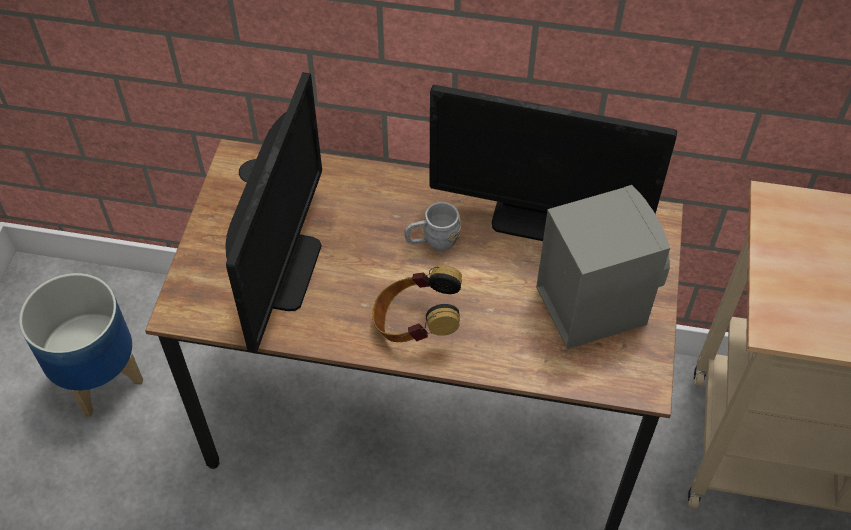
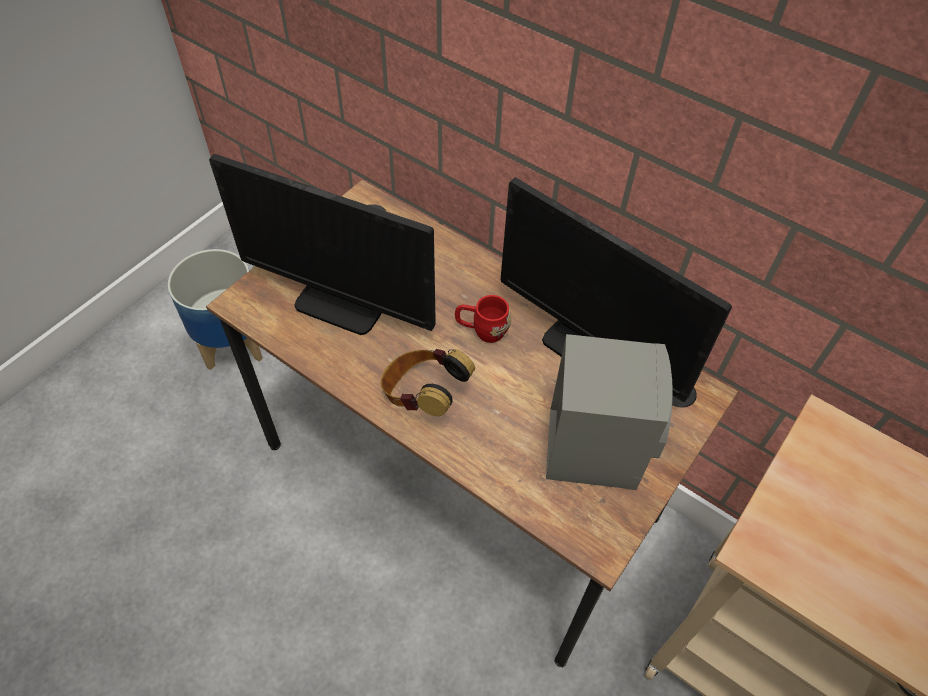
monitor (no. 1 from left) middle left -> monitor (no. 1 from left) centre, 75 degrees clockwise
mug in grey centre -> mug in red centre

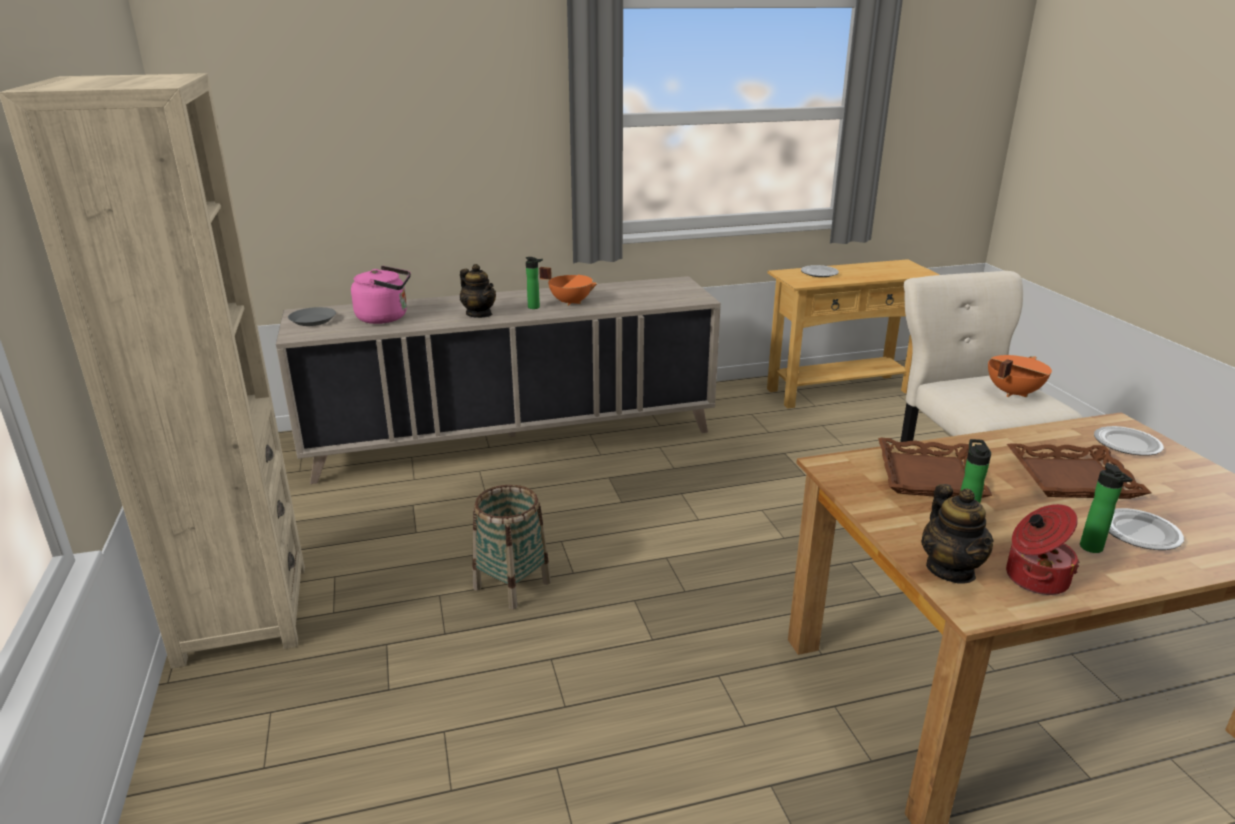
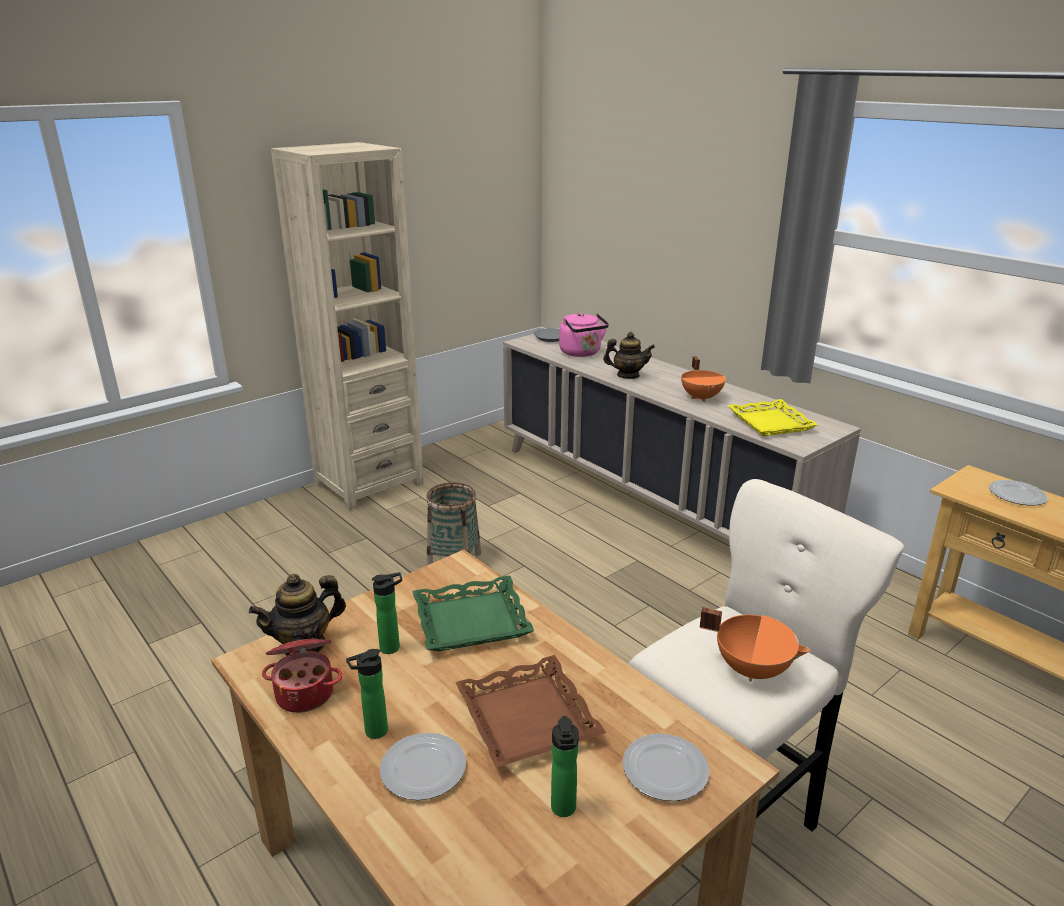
bottle (no. 1 from left in the first image) centre -> bottle (no. 3 from left) bottom centre, relocated
teapot (no. 1 from left in the first image) centre -> teapot (no. 2 from left) centre, 105 degrees counterclockwise
tray in brown (no. 1 from left) middle right -> tray in green bottom centre
none -> tray in yellow middle right

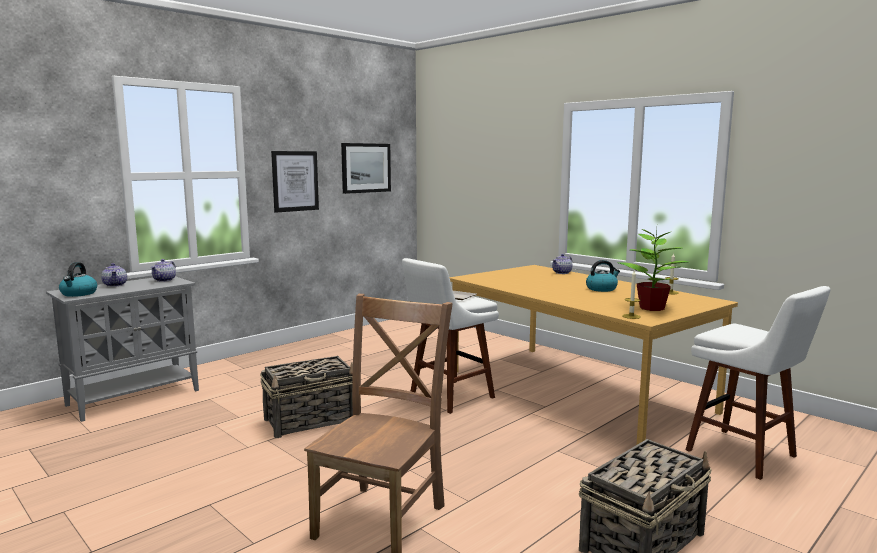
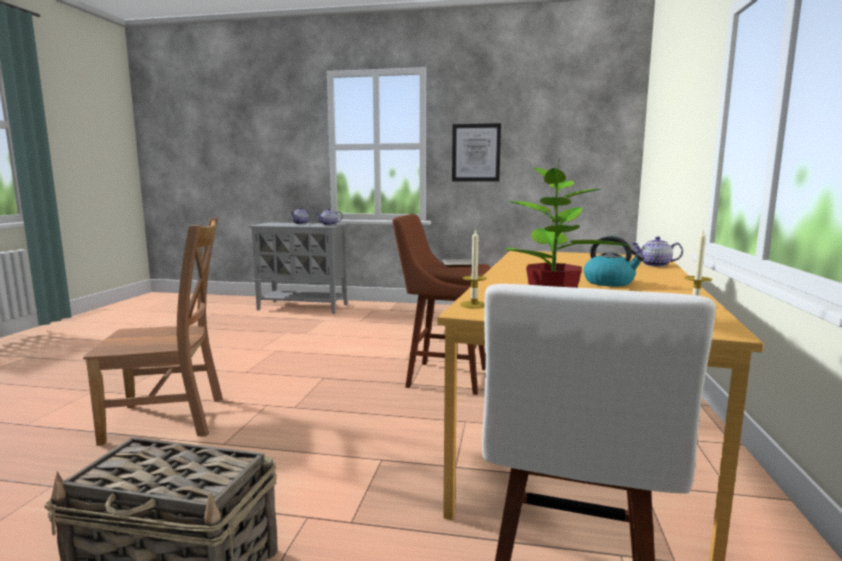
picture (no. 2 from left) top centre -> none
stool in white (no. 1 from left) centre -> stool in brown centre
kettle (no. 1 from left) middle left -> none
basket (no. 1 from left) bottom centre -> none

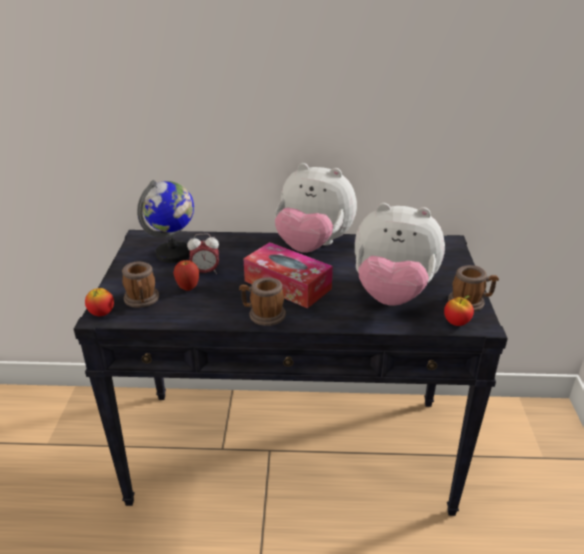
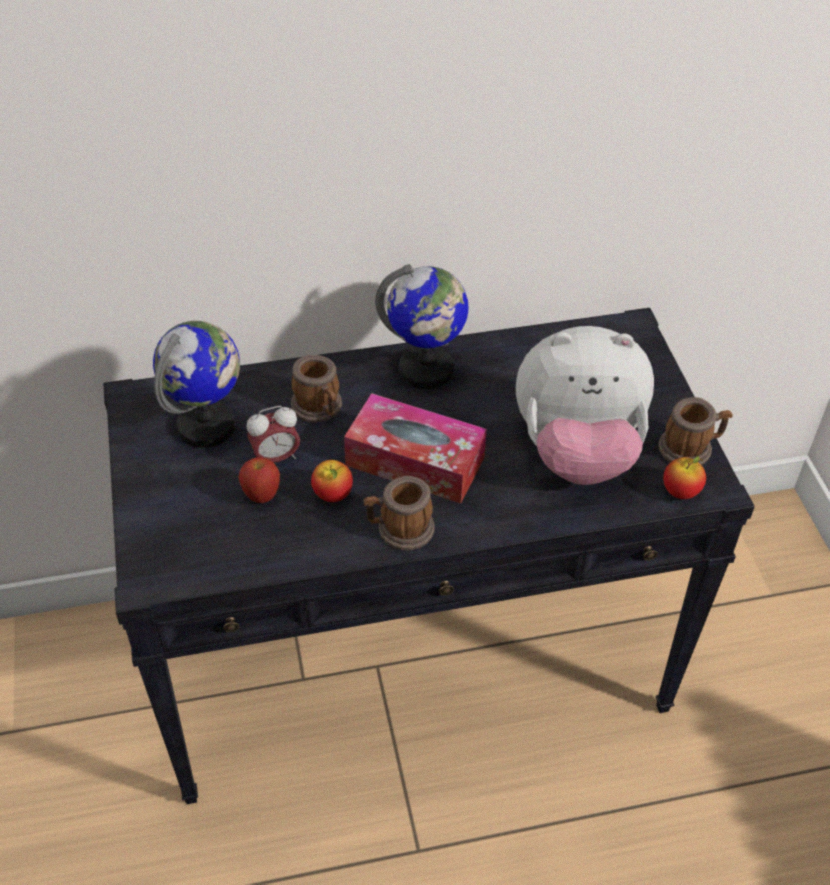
plush toy (no. 1 from left) centre -> globe (no. 2 from left) centre
mug (no. 1 from left) middle left -> mug (no. 1 from left) centre, relocated
apple (no. 1 from left in the first image) middle left -> apple (no. 2 from left) centre, relocated

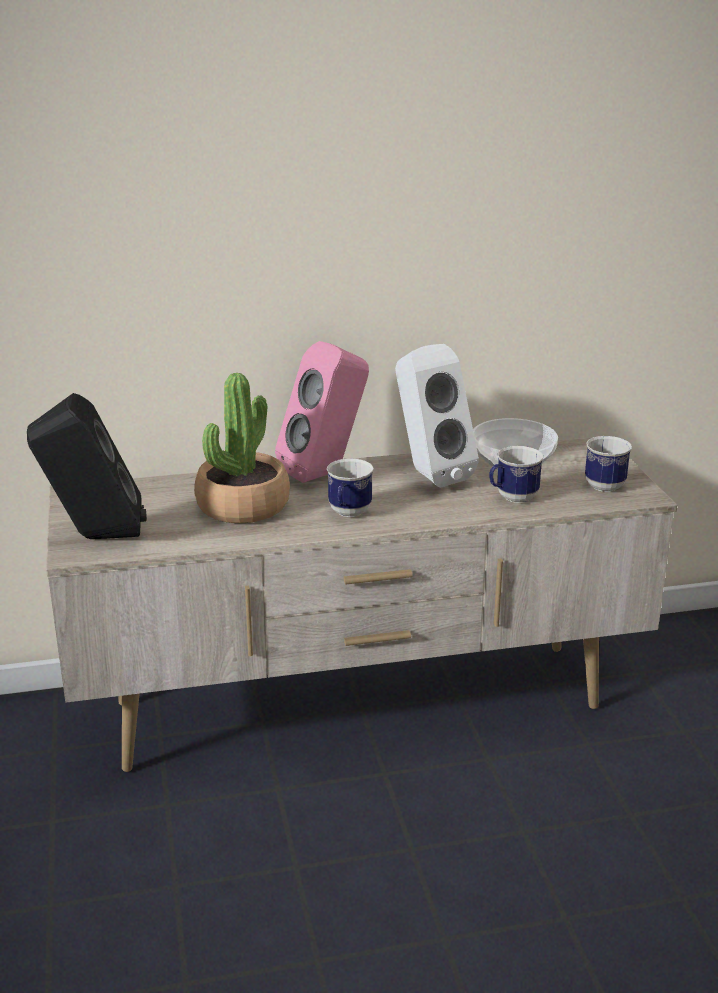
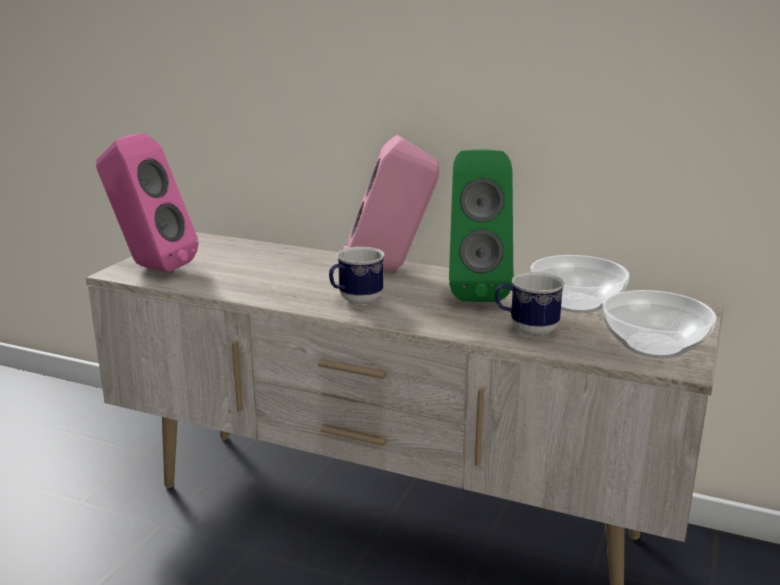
speaker in white centre -> speaker in green centre
potted plant centre -> none
speaker in black middle left -> speaker in pink (no. 1 from left) middle left
mug (no. 3 from left) middle right -> bowl (no. 2 from left) middle right

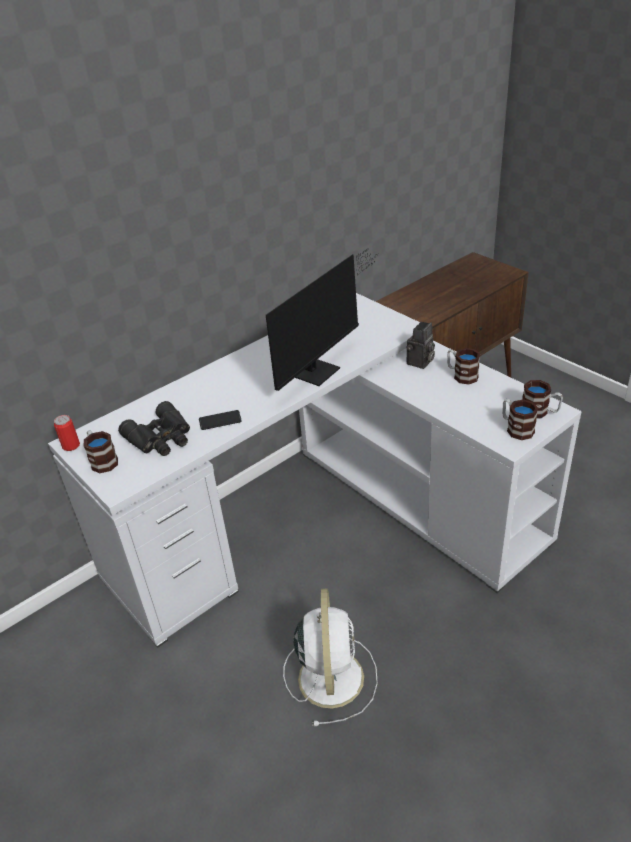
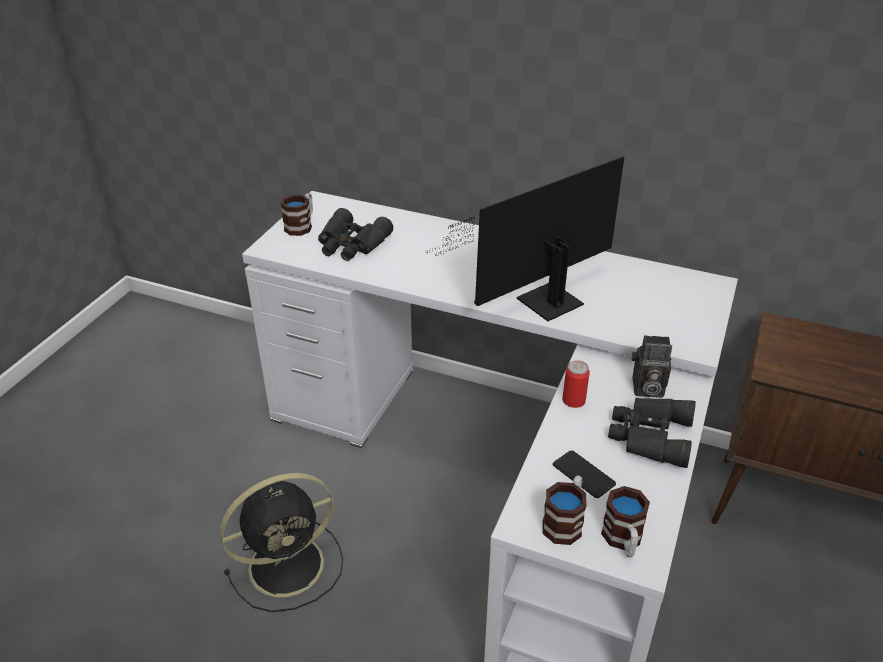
monitor centre, 135 degrees clockwise
mug (no. 2 from left) middle right -> binoculars in black (no. 2 from left) middle right
phone centre -> phone bottom centre, relocated
can middle left -> can centre, relocated
fan in white bottom centre -> fan in black bottom left

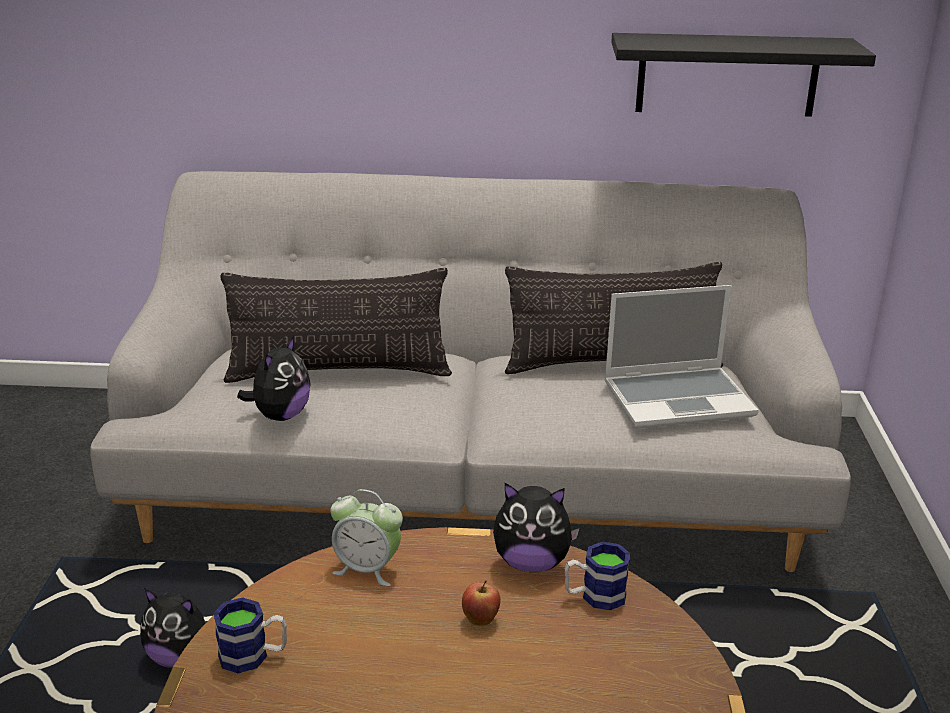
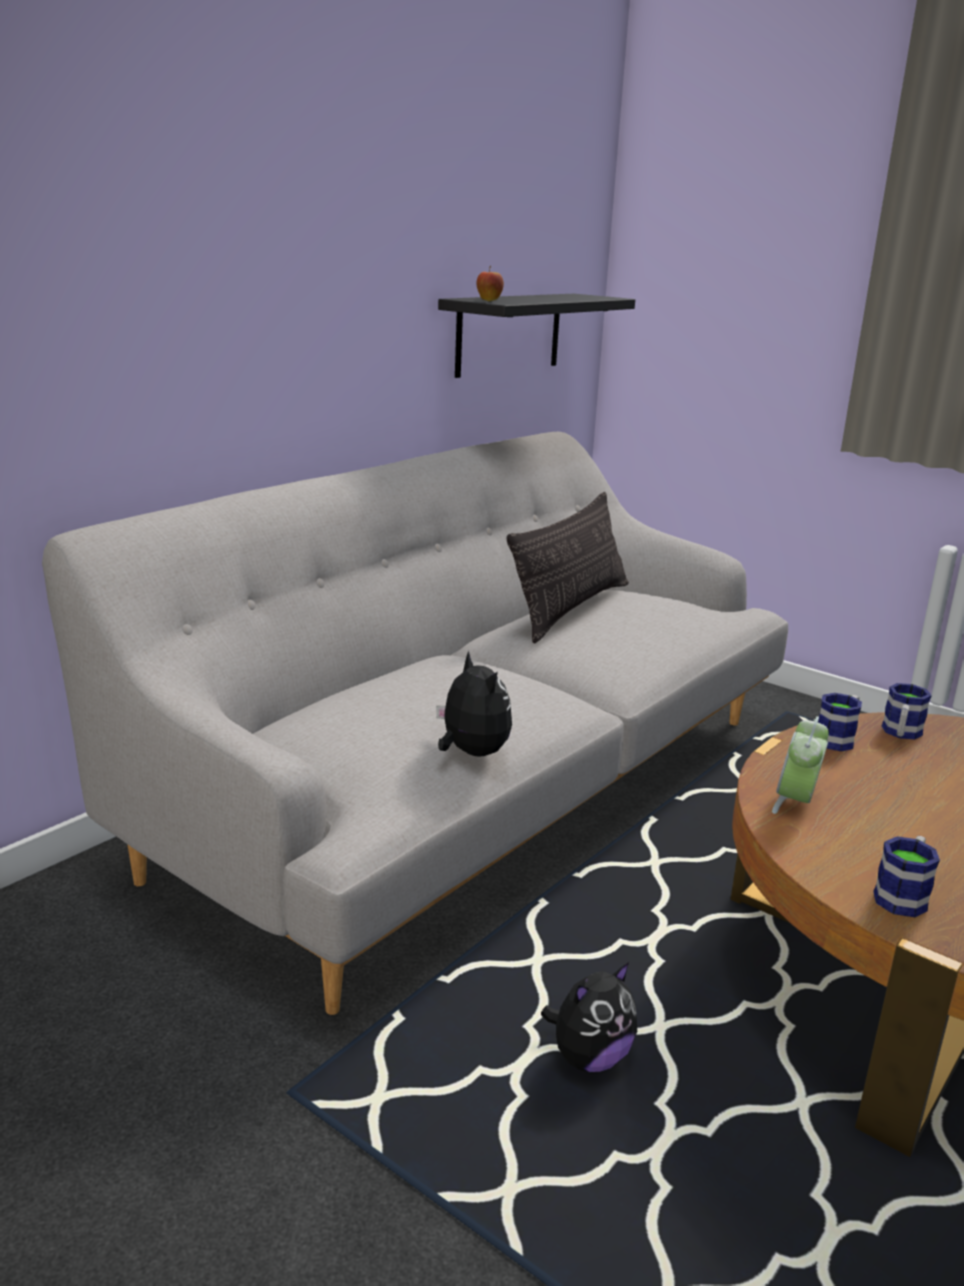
pillow (no. 1 from left) centre -> none
laptop middle right -> none
plush toy (no. 3 from left) bottom centre -> mug (no. 1 from left) middle right
alarm clock bottom centre -> alarm clock middle right, 150 degrees clockwise
apple bottom centre -> apple top centre, relocated

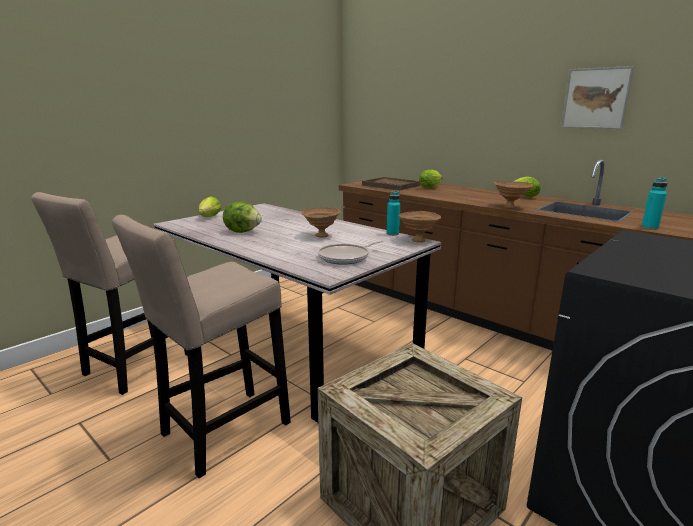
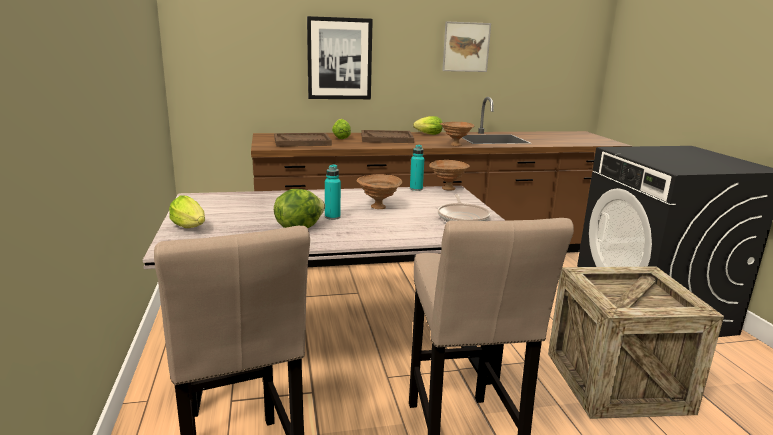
bottle in turquoise (no. 2 from left in the first image) middle right -> bottle in turquoise (no. 1 from left) centre, relocated
none -> picture (no. 1 from left) top centre
none -> tray in brown (no. 2 from left) top centre

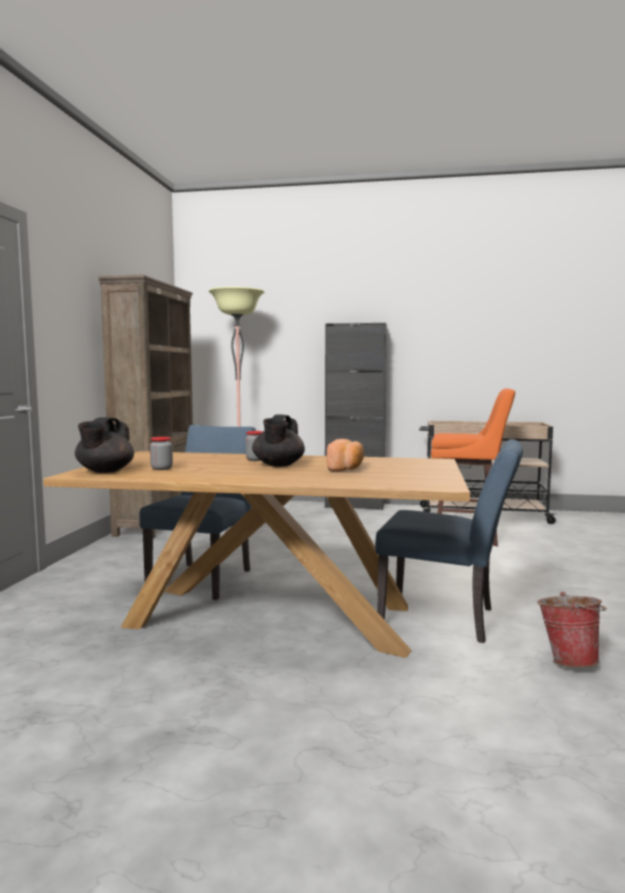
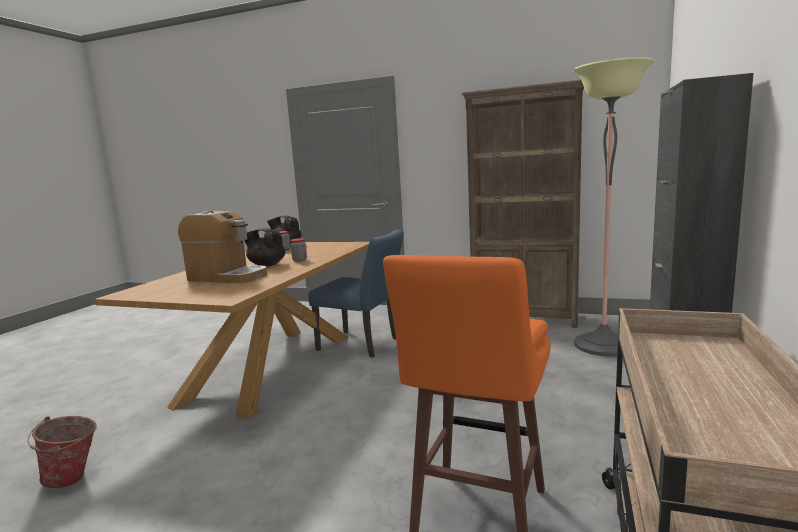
bread centre -> coffee machine middle left
chair in blue (no. 2 from left) middle right -> none

